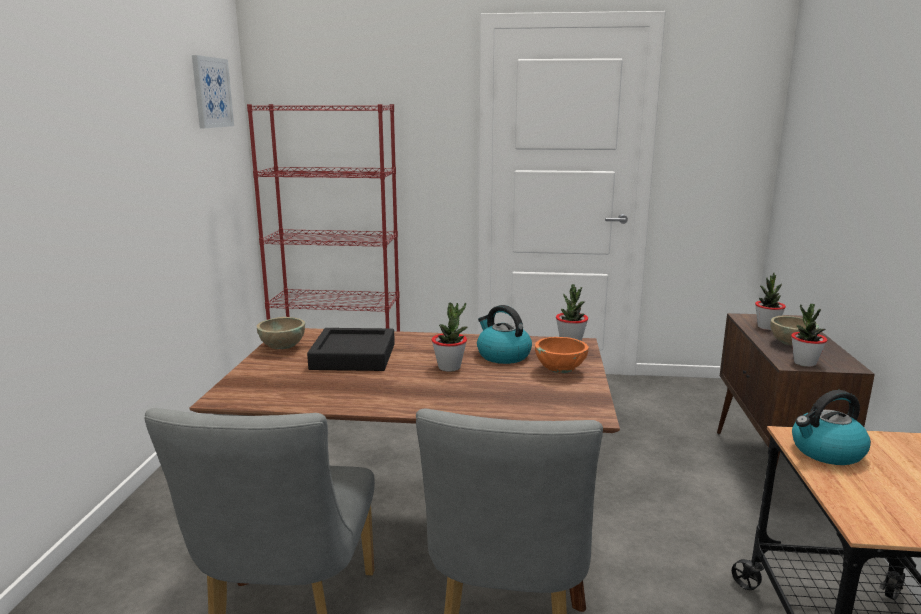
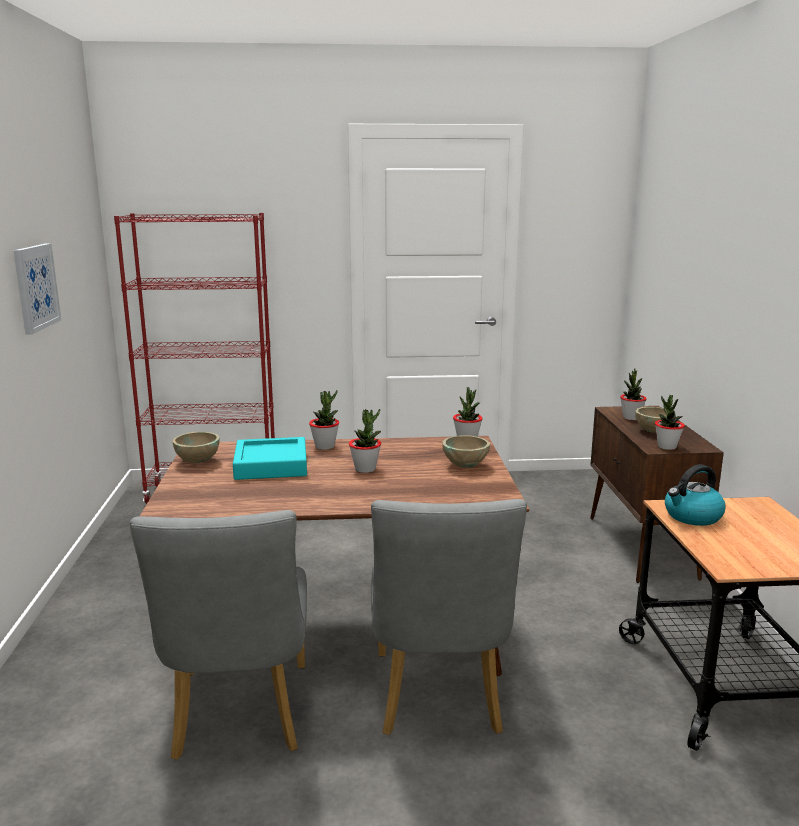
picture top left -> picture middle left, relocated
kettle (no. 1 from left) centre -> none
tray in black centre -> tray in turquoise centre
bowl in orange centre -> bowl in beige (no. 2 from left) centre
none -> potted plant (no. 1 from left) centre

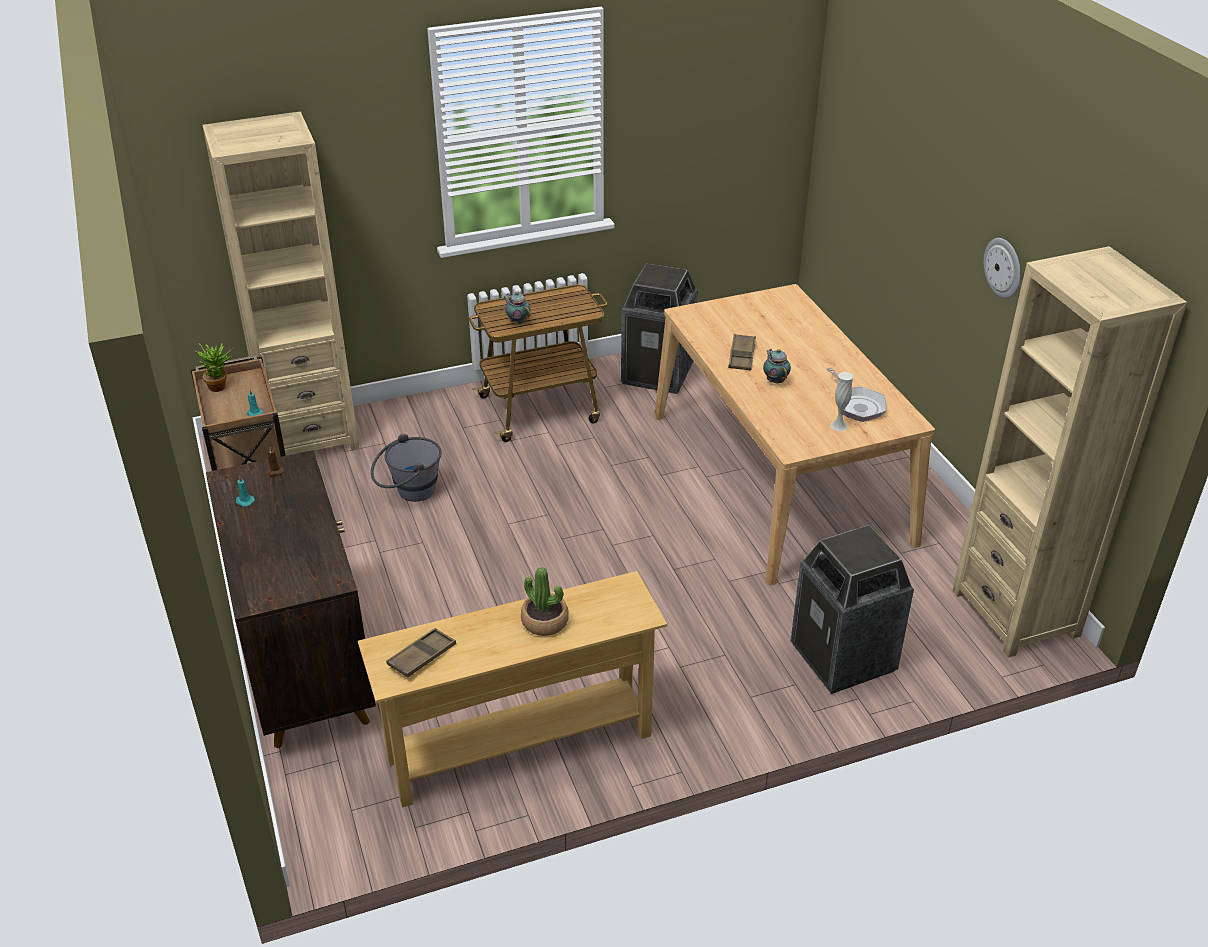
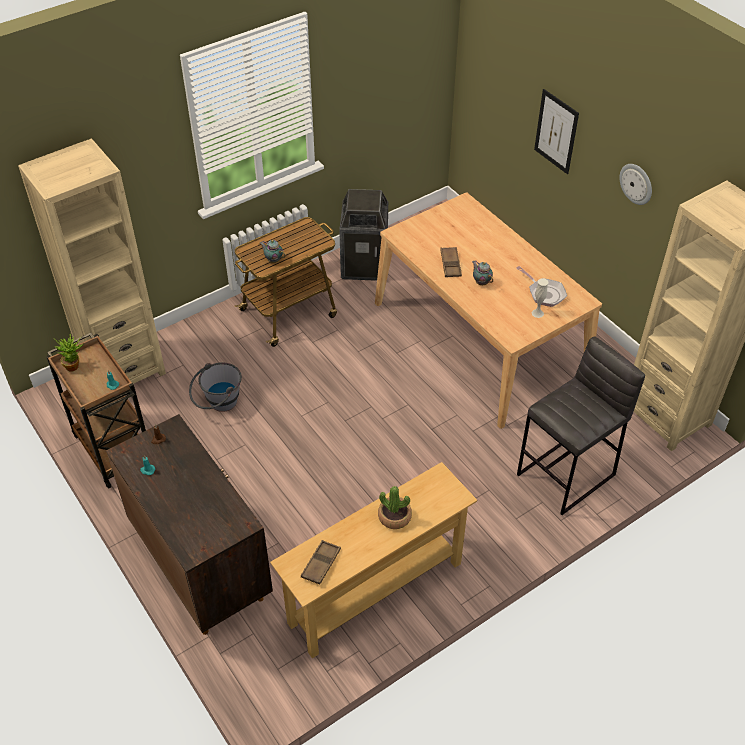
trash can (no. 2 from left) middle right -> stool in grey middle right
none -> picture top right

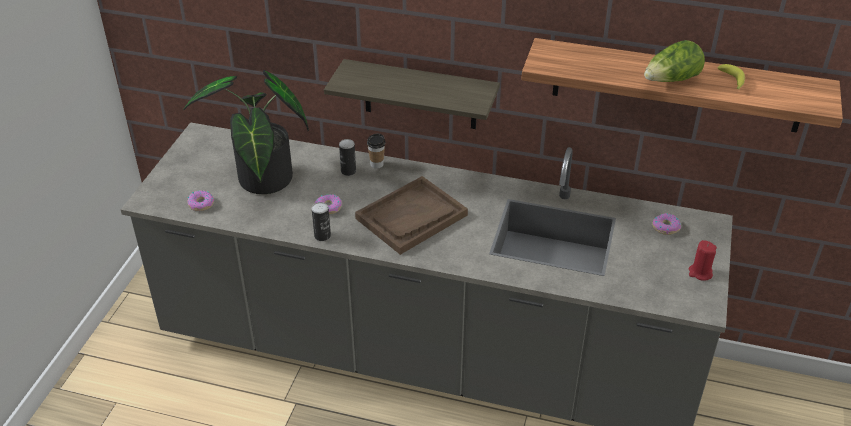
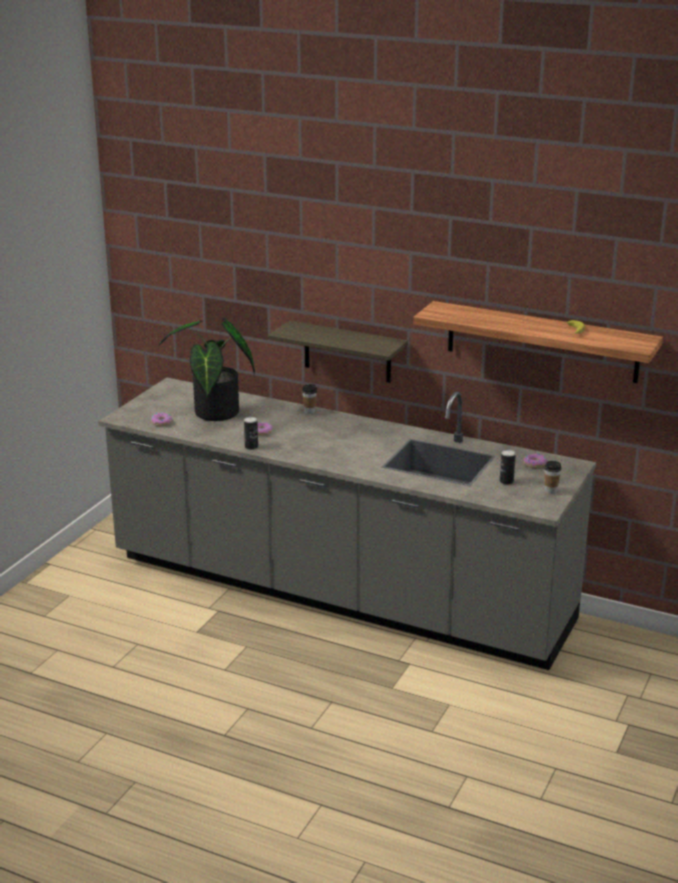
lettuce top right -> none
can (no. 2 from left) centre -> can (no. 2 from left) middle right, relocated
tray in brown centre -> none
candle in red middle right -> cup (no. 2 from left) middle right

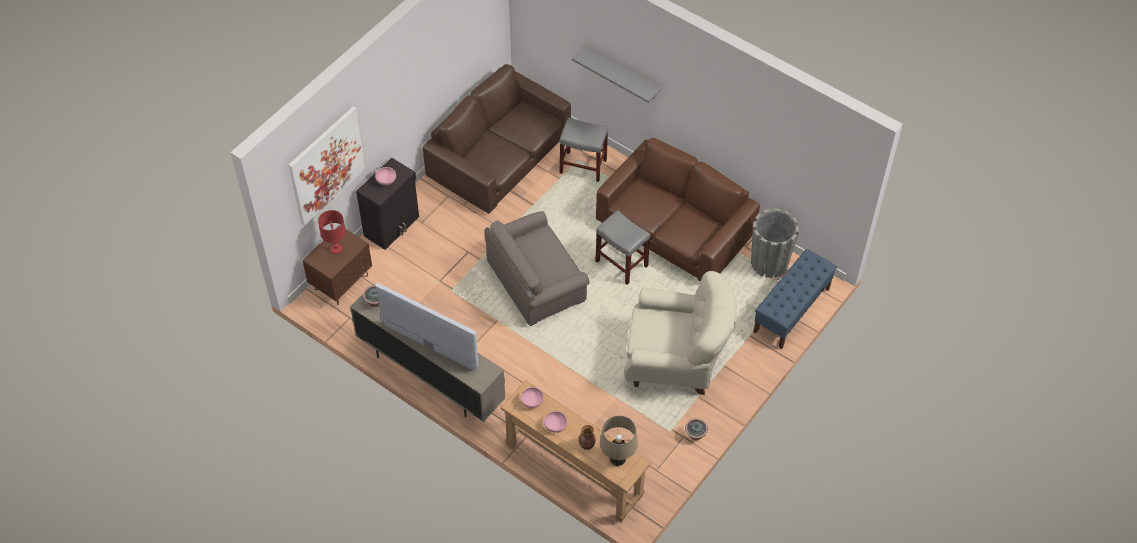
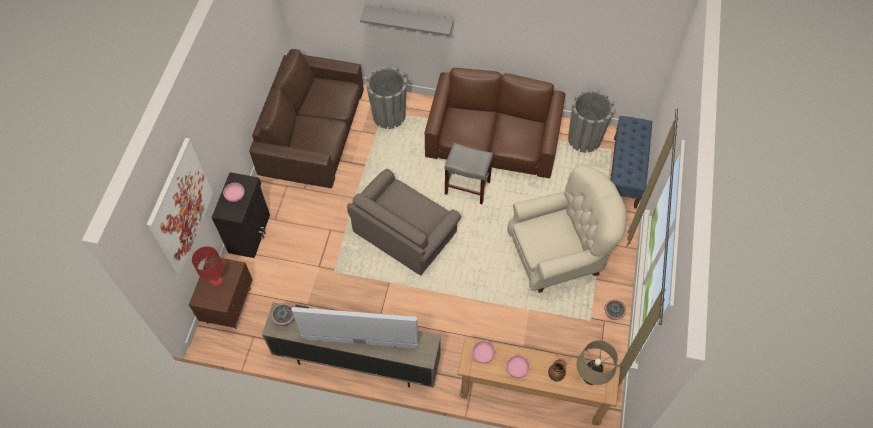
stool in grey (no. 1 from left) top centre -> planter in grey (no. 1 from left) top centre

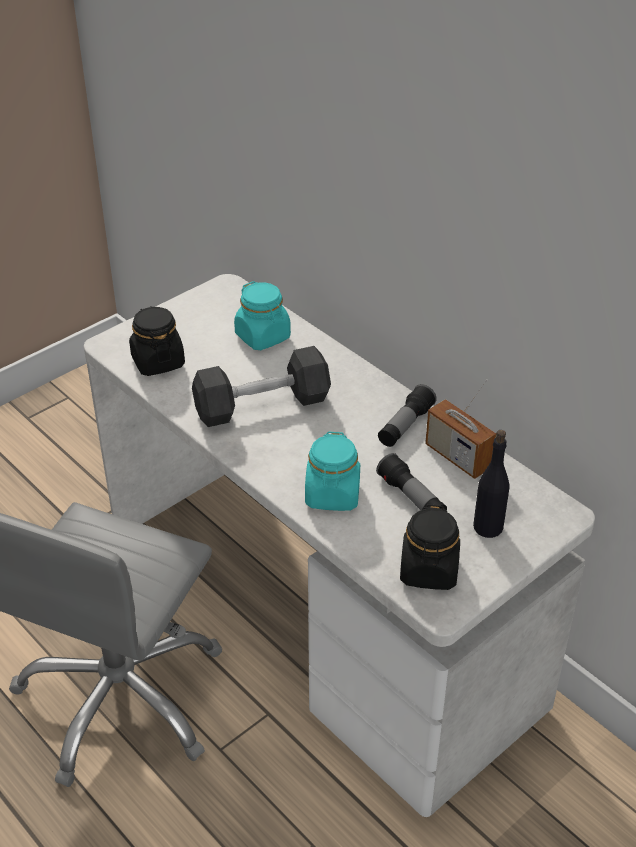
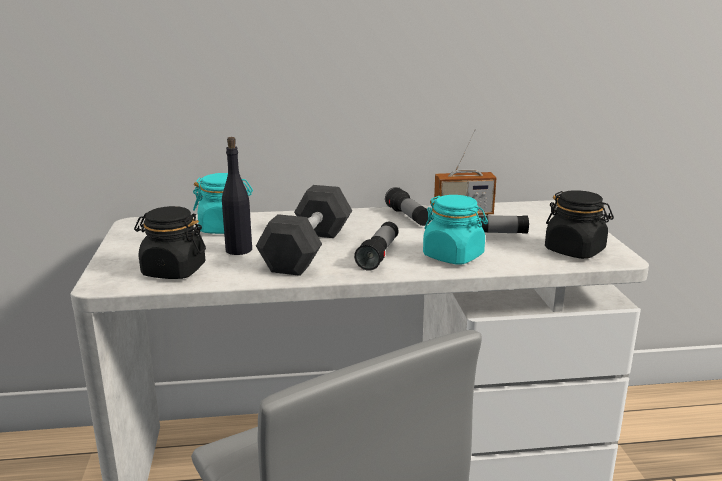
bottle in black middle right -> bottle in black middle left, relocated
none -> flashlight (no. 1 from left) centre

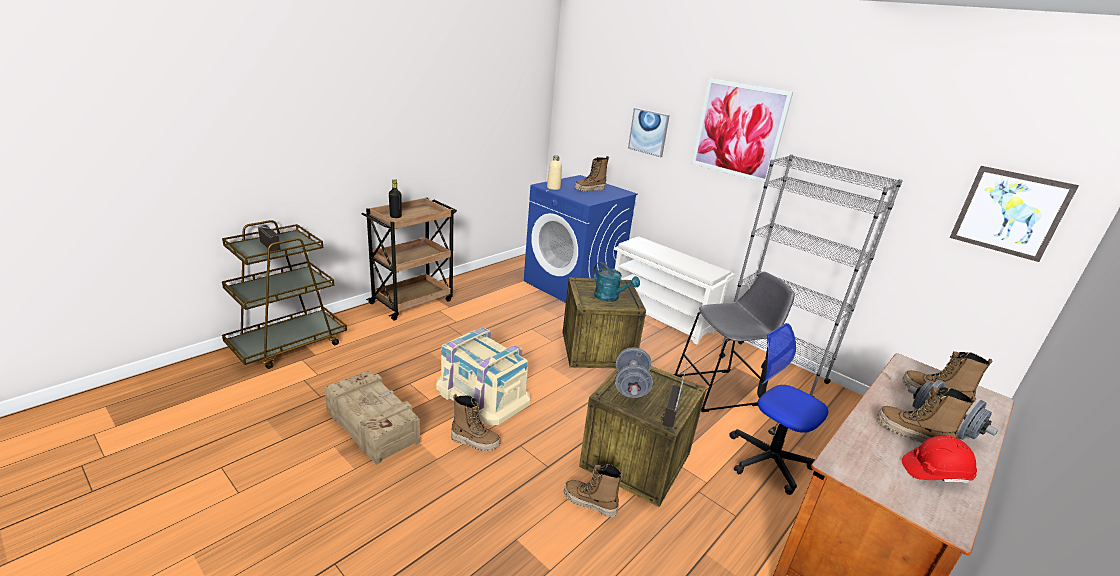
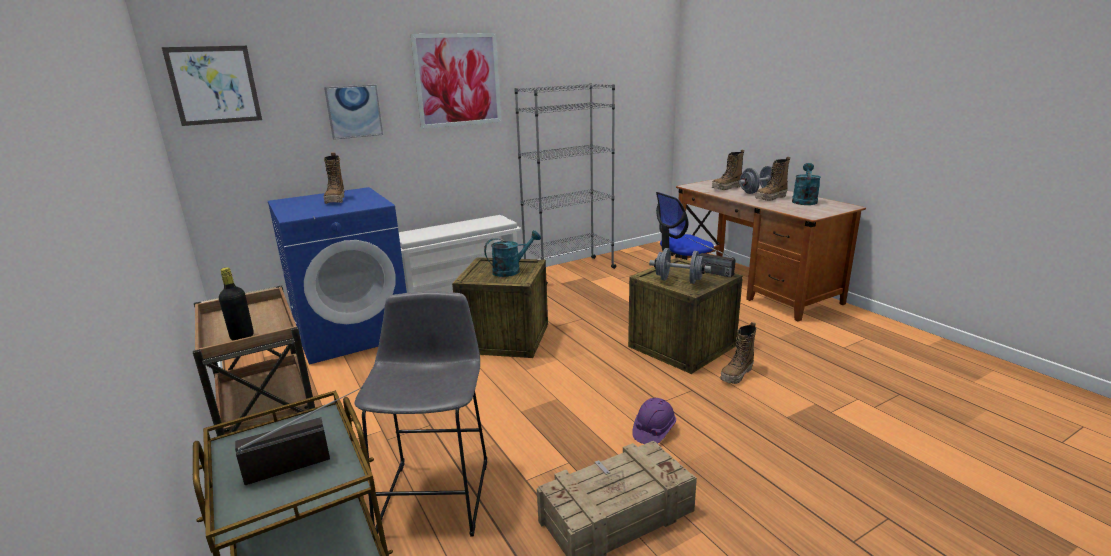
bottle in beige top centre -> none
picture (no. 3 from left in the first image) middle right -> picture (no. 1 from left) top left, relocated
stool in grey centre -> stool in grey bottom centre, relocated
storage box in beige centre -> none
boot (no. 1 from left) bottom centre -> hard hat in purple bottom centre
hard hat in red bottom right -> watering can in turquoise (no. 2 from left) top right

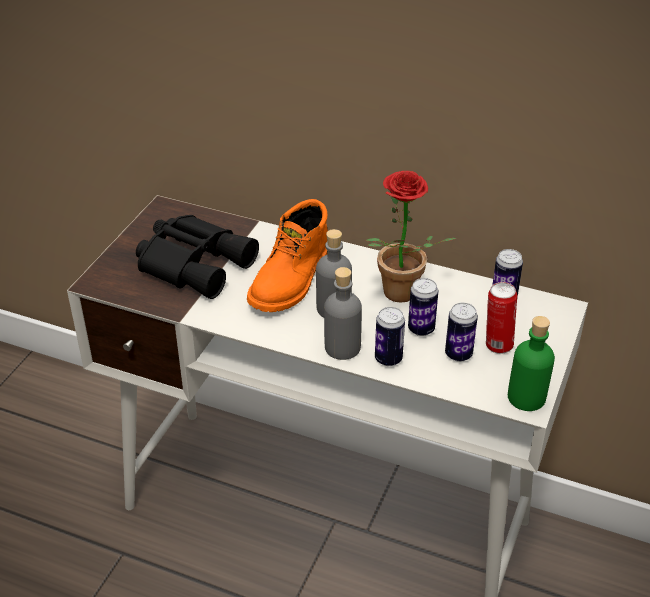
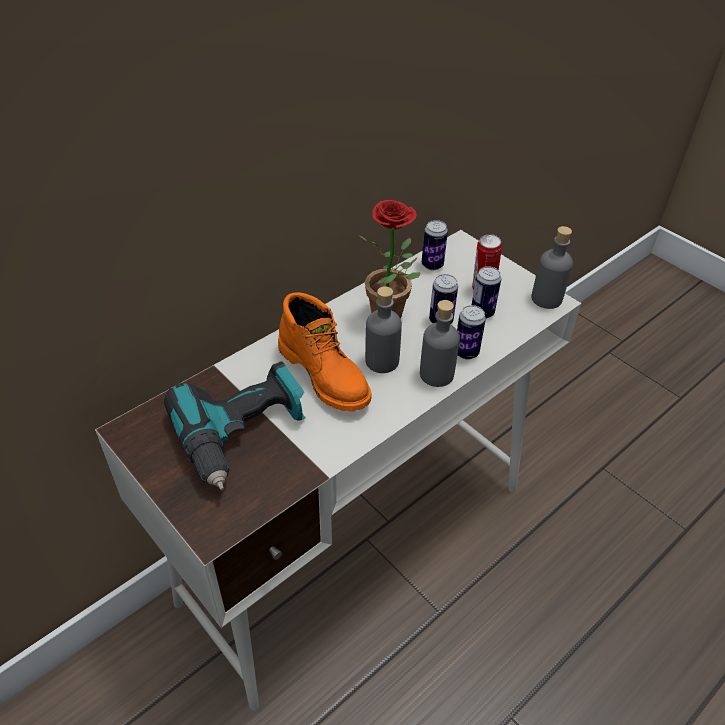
binoculars in black middle left -> power drill middle left
bottle in green middle right -> bottle in grey (no. 3 from left) middle right

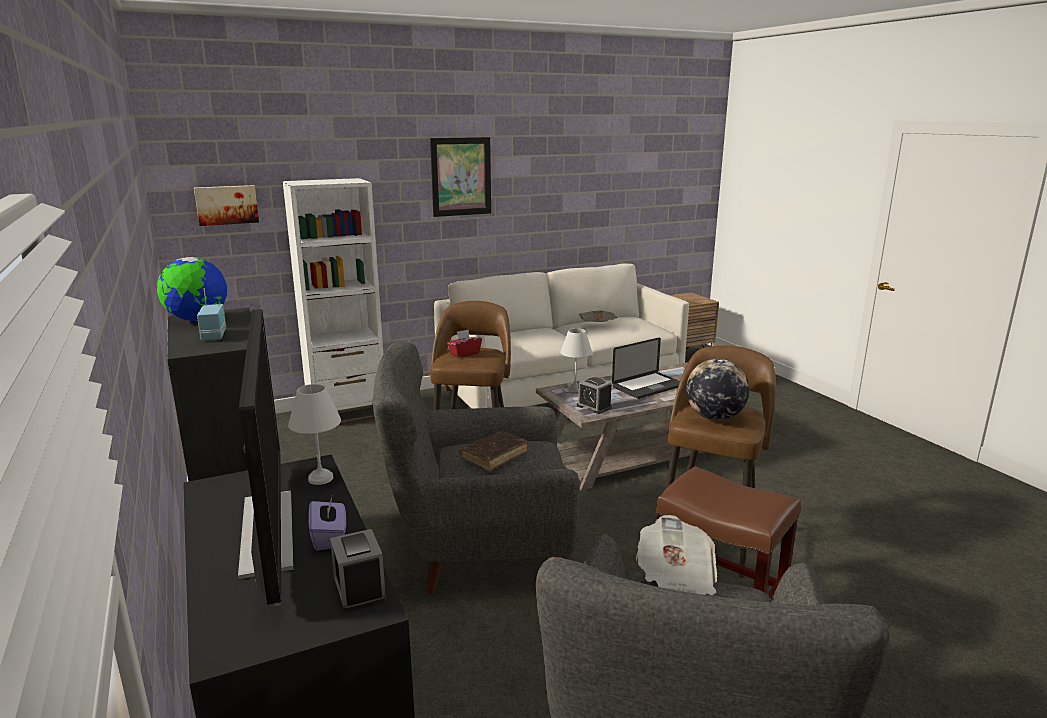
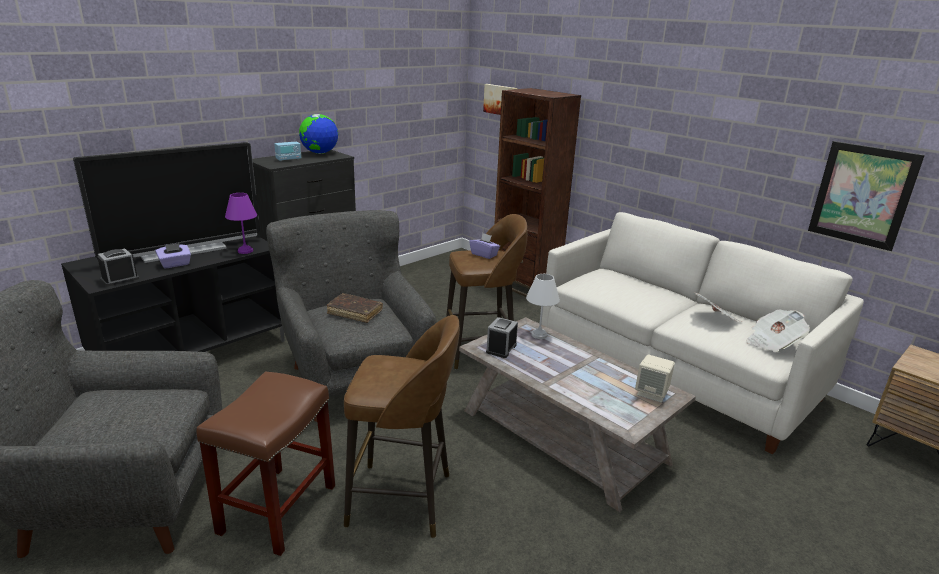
picture (no. 2 from left) top centre -> picture (no. 2 from left) middle right, relocated
bookcase in white middle left -> bookcase in brown centre
tissue box in red centre -> tissue box in purple (no. 2 from left) centre
laptop centre -> none
globe (no. 2 from left) middle right -> none
table lamp in white (no. 1 from left) middle left -> table lamp in purple middle left
newspaper (no. 2 from left) bottom centre -> newspaper (no. 2 from left) middle right, relocated
none -> speaker in beige middle right

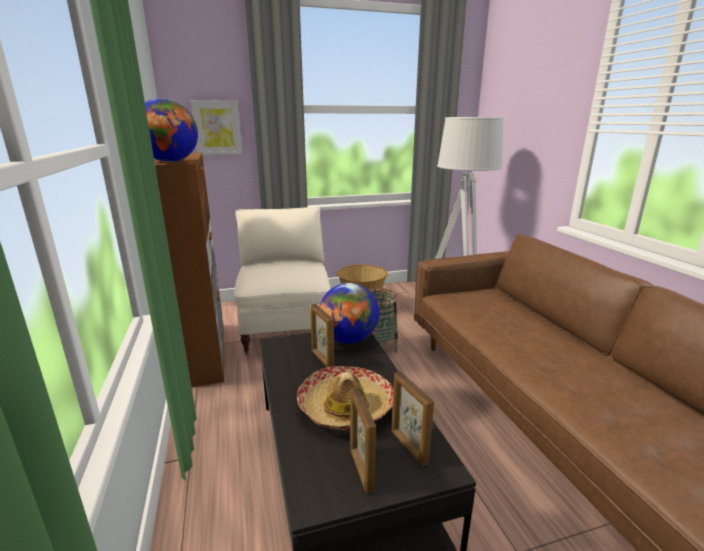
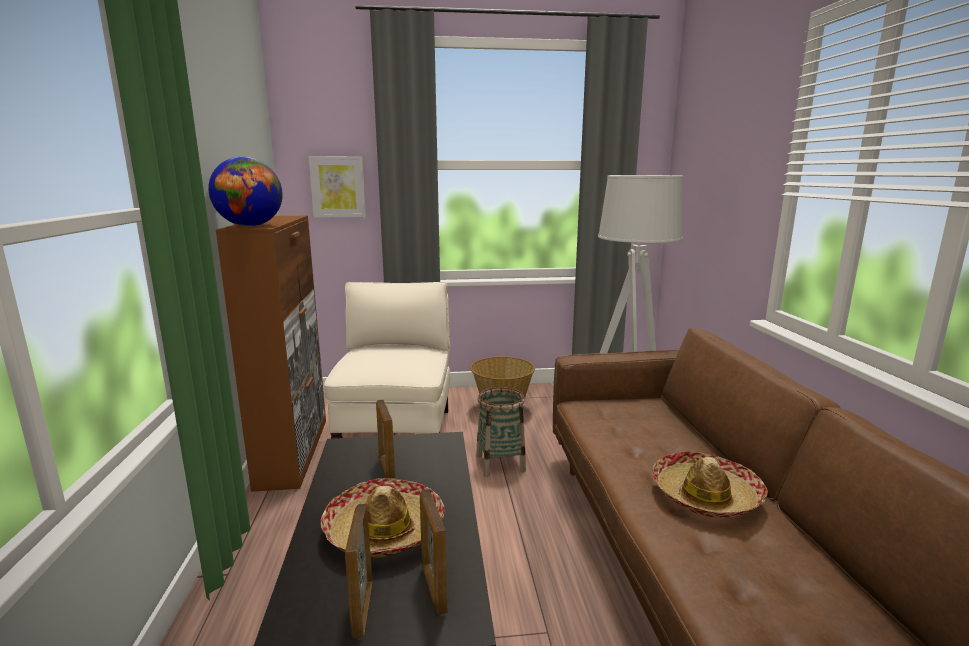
globe (no. 2 from left) centre -> none
none -> hat (no. 2 from left) bottom right

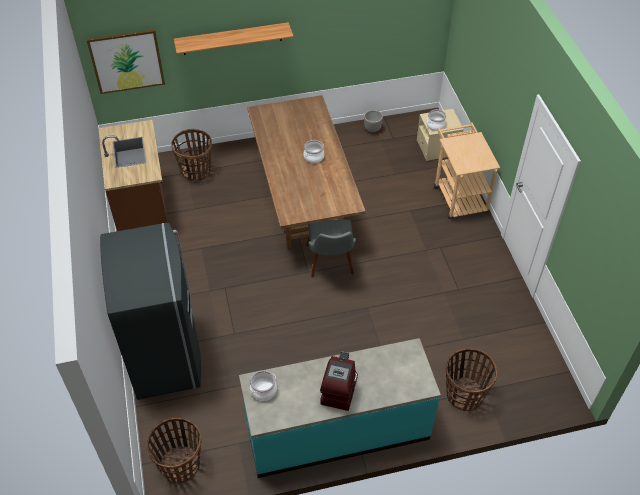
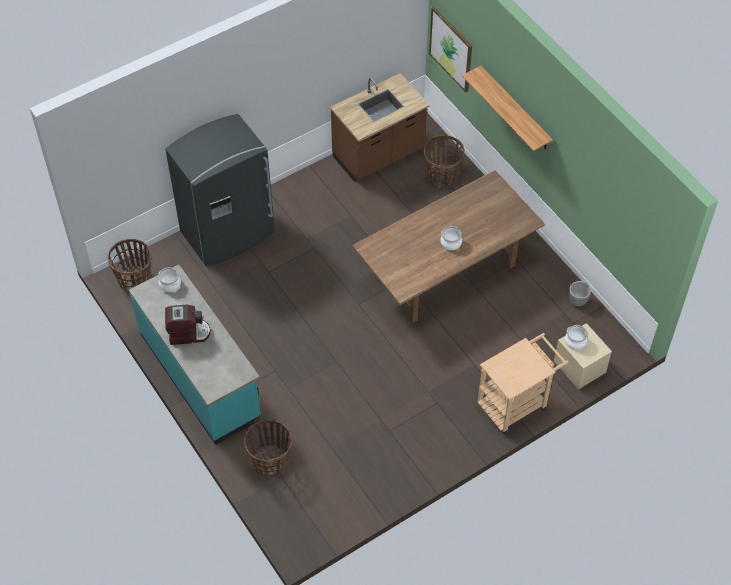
chair in grey centre -> none

